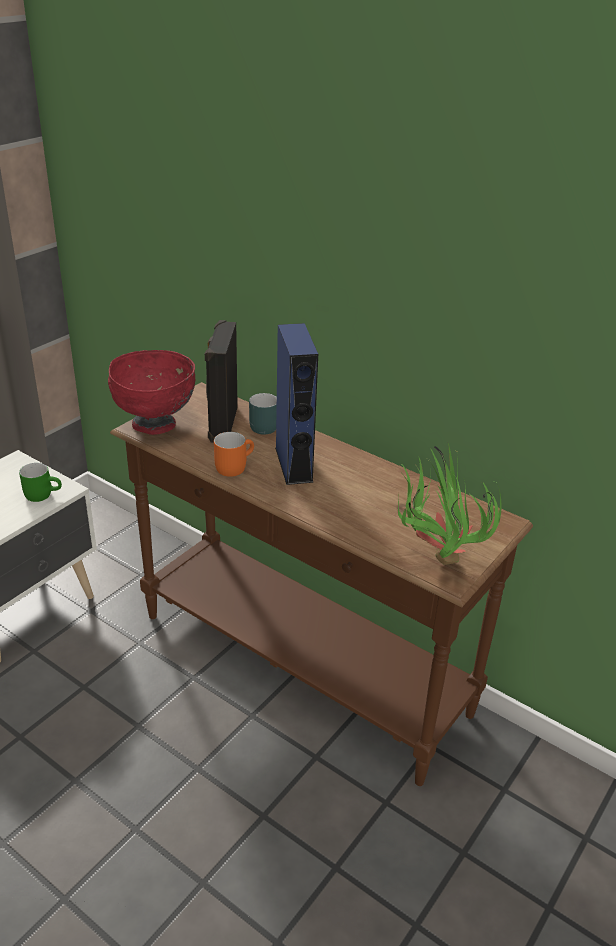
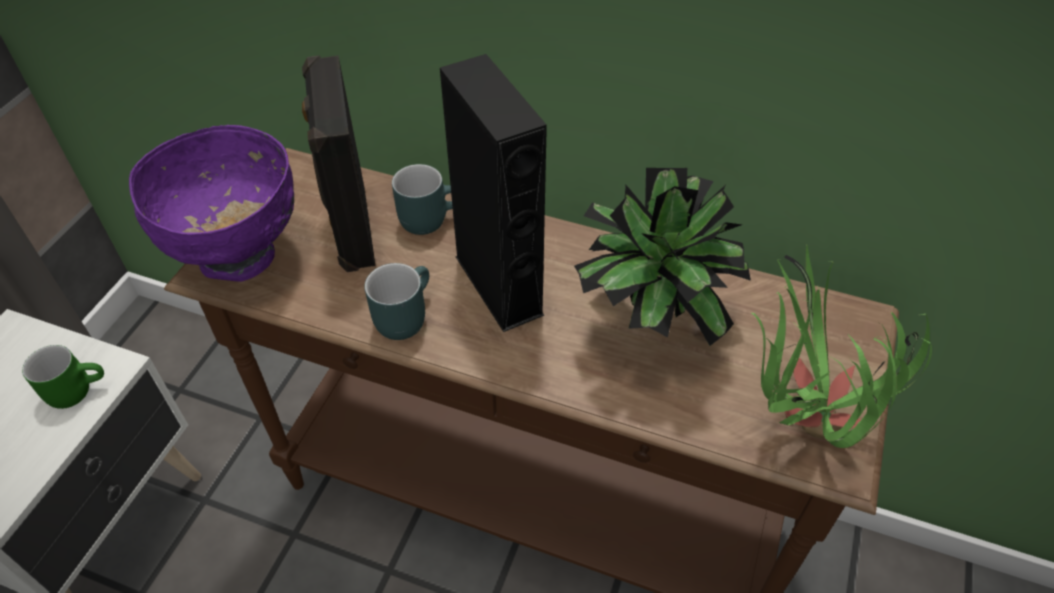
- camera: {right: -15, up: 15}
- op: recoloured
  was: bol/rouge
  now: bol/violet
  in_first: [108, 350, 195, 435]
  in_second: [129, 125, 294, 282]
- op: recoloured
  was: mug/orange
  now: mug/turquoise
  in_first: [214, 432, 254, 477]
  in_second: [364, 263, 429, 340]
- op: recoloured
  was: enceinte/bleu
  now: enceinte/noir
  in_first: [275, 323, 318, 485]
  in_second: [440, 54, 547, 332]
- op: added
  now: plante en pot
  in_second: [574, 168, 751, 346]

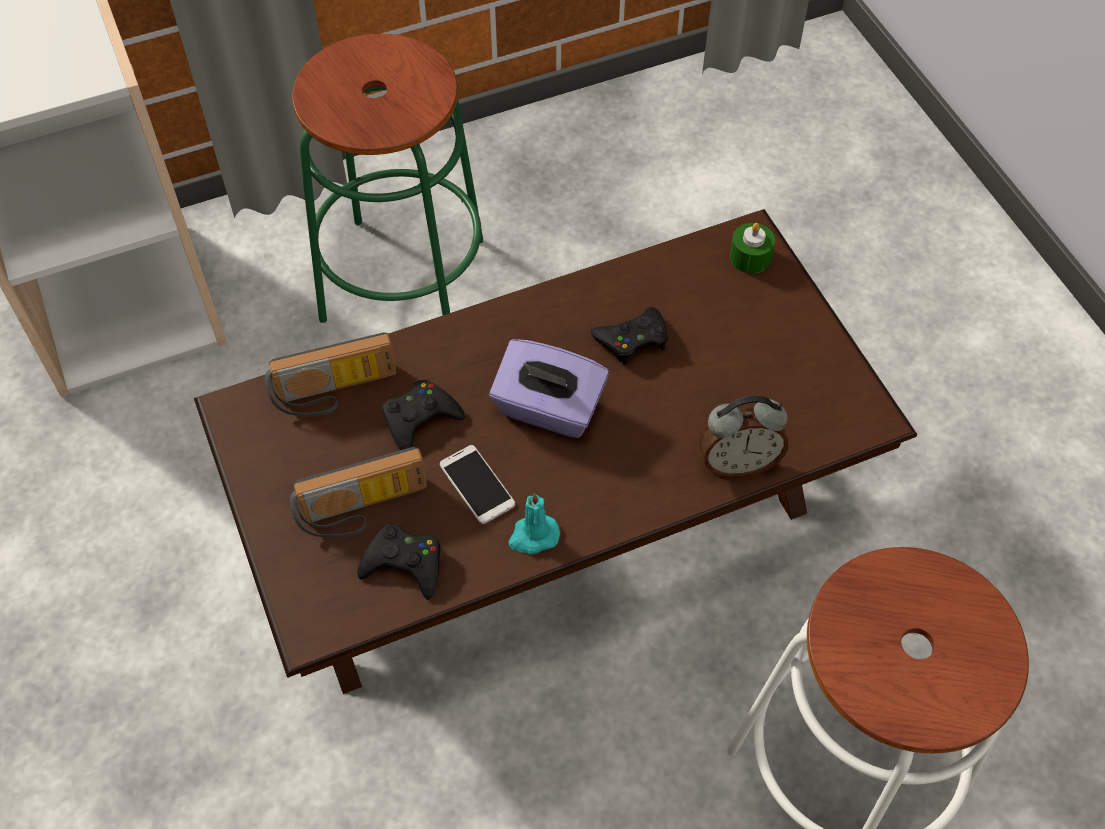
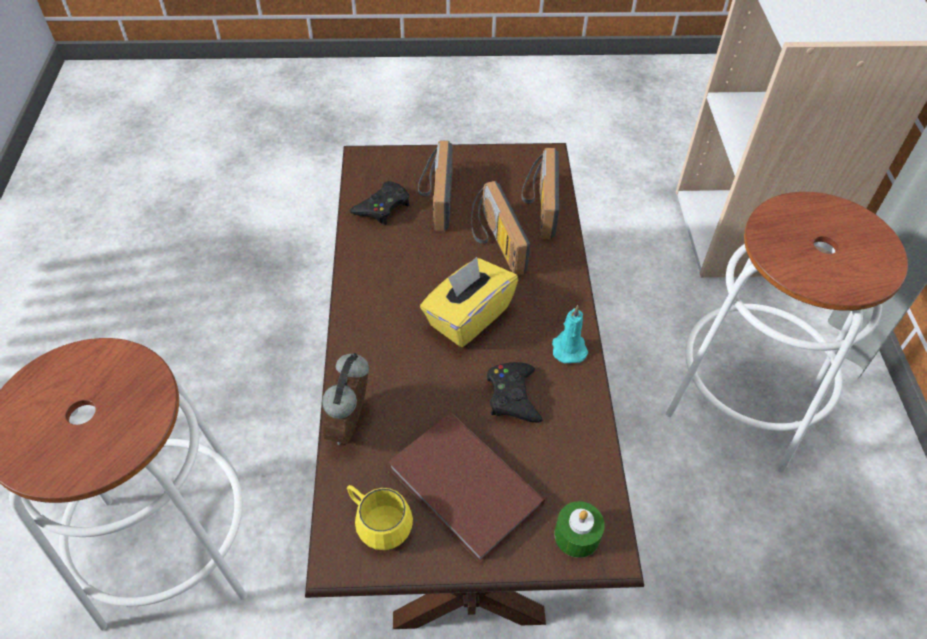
- camera: {right: 110, up: -5}
- op: recoloured
  was: tabouret/vert
  now: tabouret/blanc
  in_first: [292, 34, 483, 323]
  in_second: [666, 192, 908, 473]
- op: replaced
  was: manette/noir
  now: radio
  in_first: [382, 380, 465, 450]
  in_second: [471, 181, 530, 276]
- op: removed
  was: téléphone
  in_first: [440, 445, 515, 524]
- op: recoloured
  was: boîte à mouchoirs/violet
  now: boîte à mouchoirs/jaune
  in_first: [489, 339, 609, 438]
  in_second: [420, 257, 518, 347]
- op: moved
  was: bougie/turquoise
  in_first: [508, 492, 560, 554]
  in_second: [552, 305, 588, 363]
- op: added
  now: mug/jaune
  in_second: [347, 485, 413, 550]
- op: added
  now: livre/marron
  in_second: [388, 413, 545, 563]

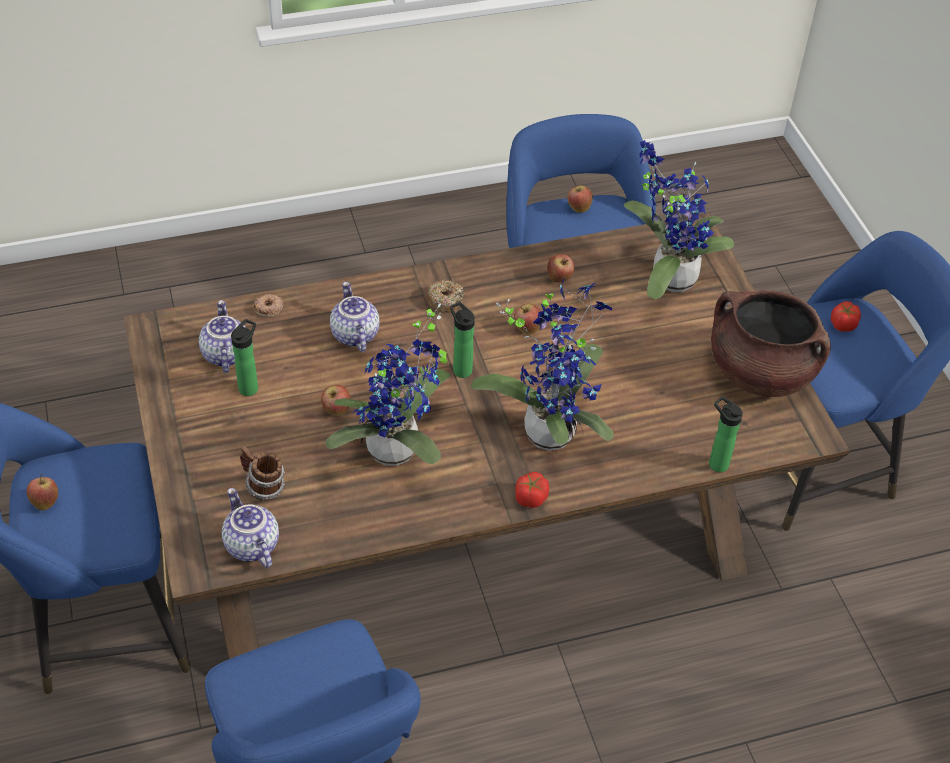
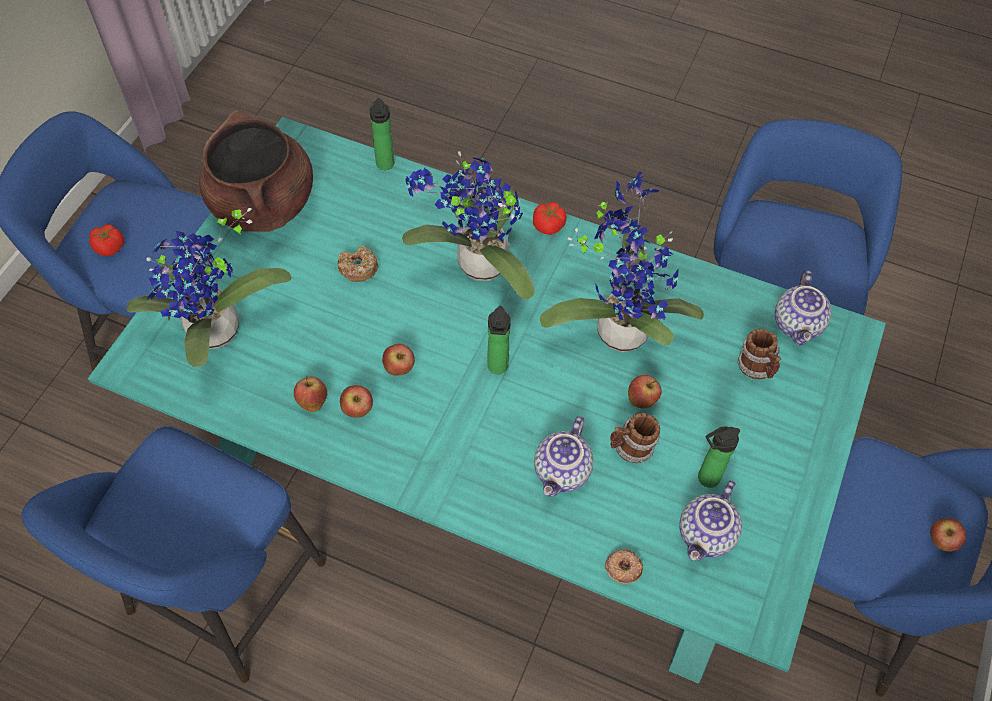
- camera: {right: -140, up: 10}
- op: recoloured
  was: table à manger/marron
  now: table à manger/turquoise
  in_first: [123, 213, 850, 660]
  in_second: [88, 117, 886, 683]
- op: moved
  was: beignet
  in_first: [427, 280, 465, 313]
  in_second: [337, 246, 379, 282]
- op: moved
  was: pomme
  in_first: [568, 185, 593, 213]
  in_second: [340, 385, 373, 418]
- op: added
  now: mug
  in_second: [610, 413, 660, 463]

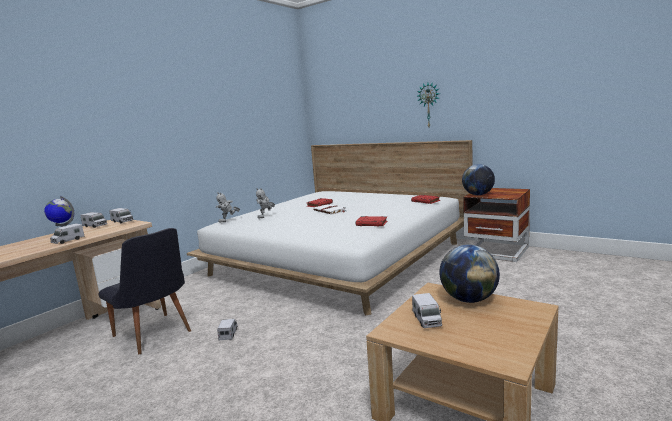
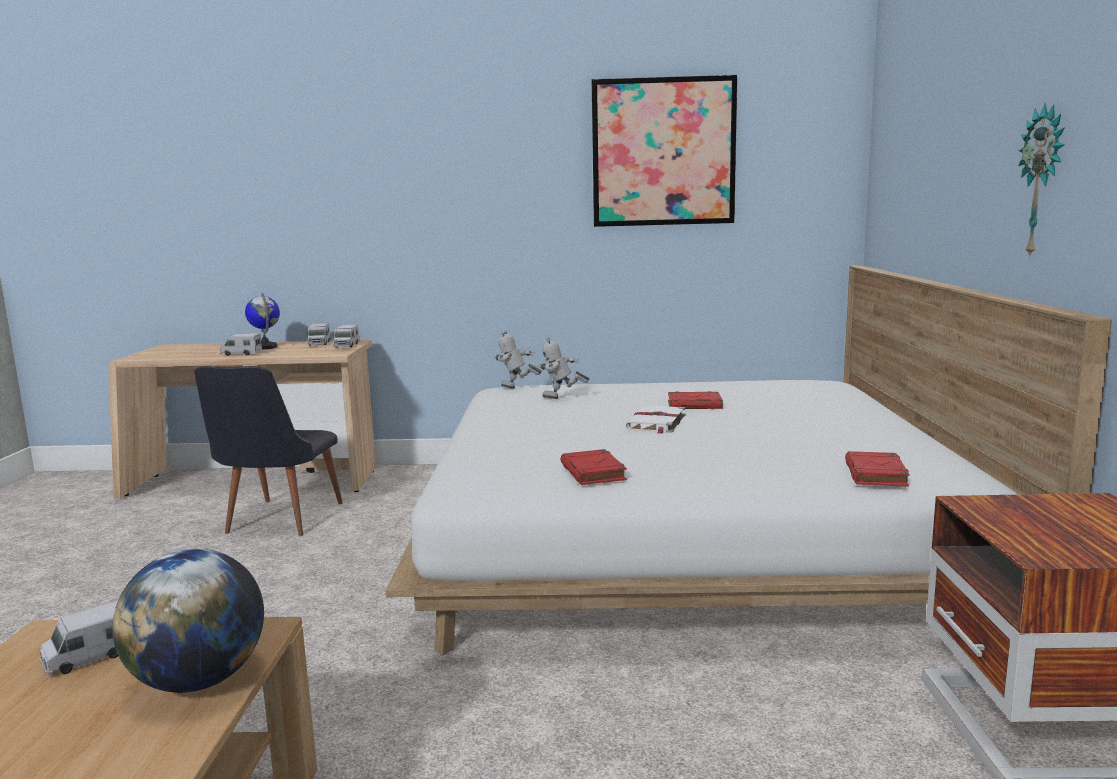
- camera: {right: 55, up: 0}
- op: removed
  was: camion jouet
  in_first: [217, 319, 238, 340]
- op: removed
  was: globe
  in_first: [462, 164, 495, 195]
- op: added
  now: tableau
  in_second: [592, 75, 737, 227]

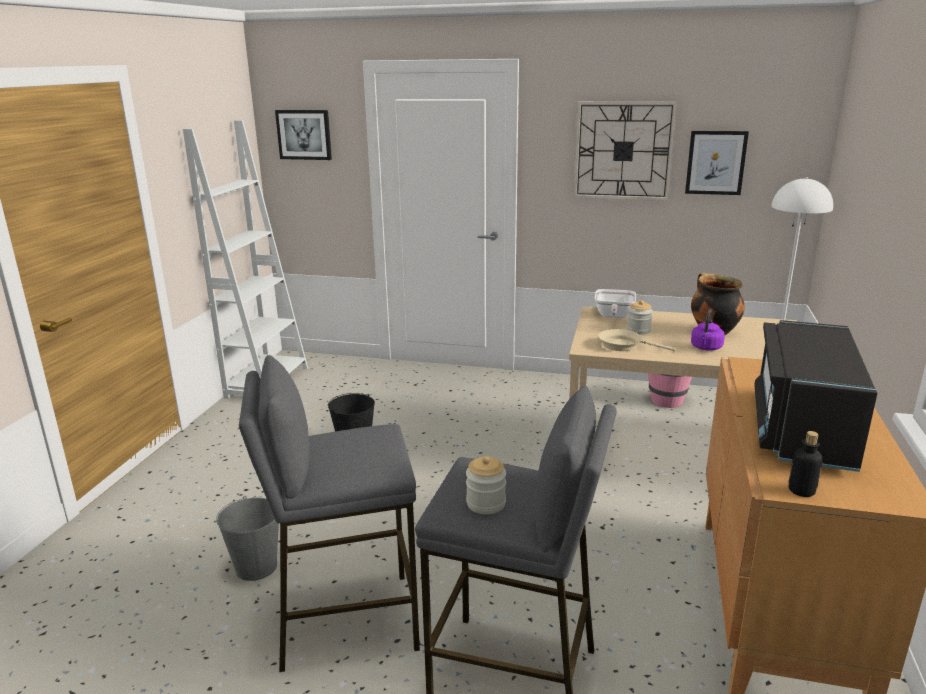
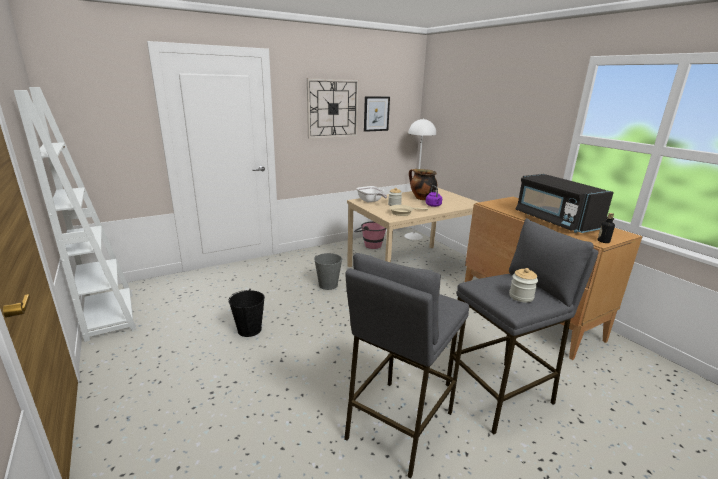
- camera: {right: -45, up: 0}
- op: moved
  was: seau/gris
  in_first: [216, 496, 279, 581]
  in_second: [314, 253, 342, 290]
- op: removed
  was: tableau
  in_first: [275, 110, 332, 160]

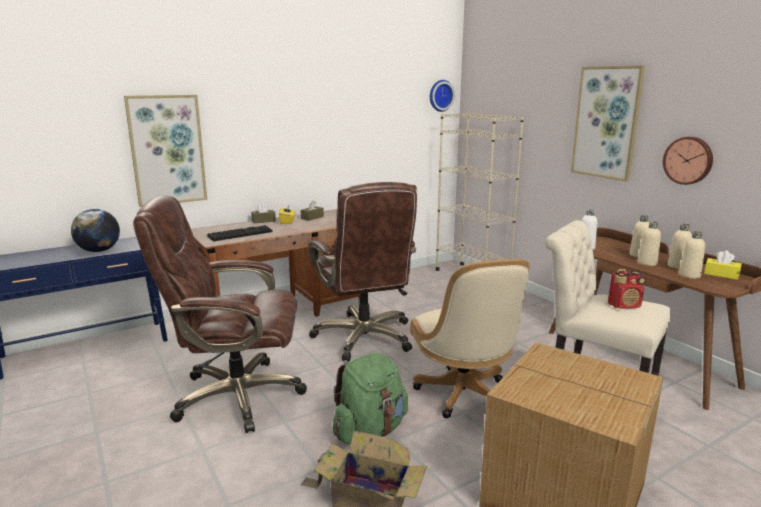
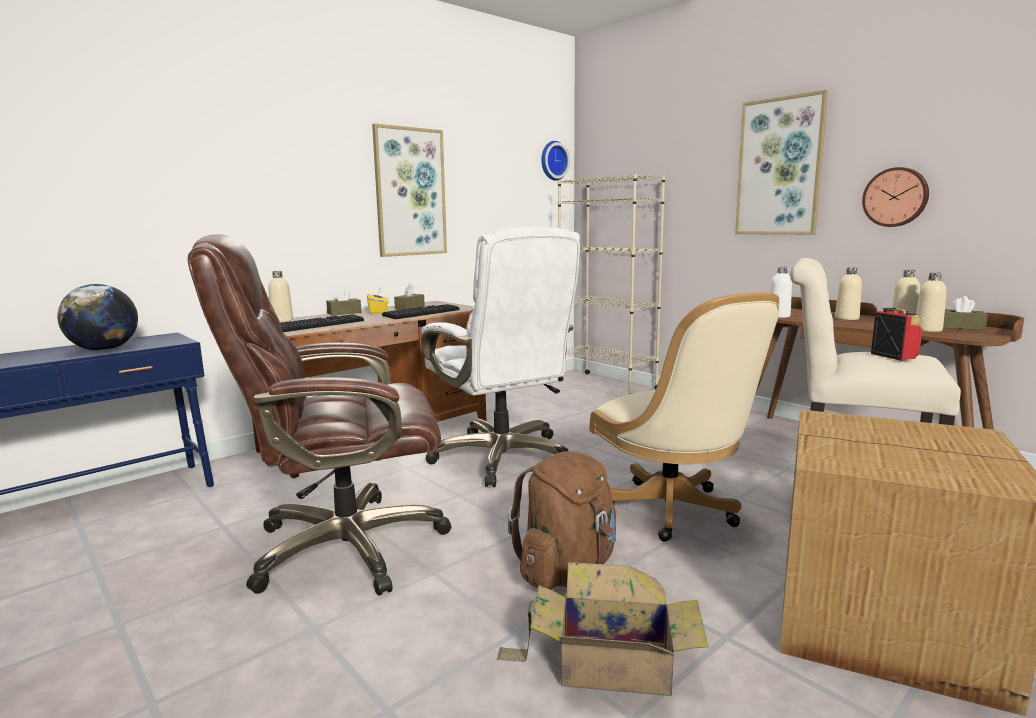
- camera: {right: -10, up: -5}
- op: moved
  was: tableau
  in_first: [124, 95, 207, 207]
  in_second: [372, 124, 447, 257]
- op: recoloured
  was: chaise de bureau/marron
  now: chaise de bureau/blanc
  in_first: [309, 182, 417, 362]
  in_second: [421, 226, 580, 487]
- op: recoloured
  was: sac à dos/vert
  now: sac à dos/marron
  in_first: [333, 353, 408, 444]
  in_second: [508, 451, 616, 590]
- op: turned
  was: radio
  in_first: [608, 269, 646, 309]
  in_second: [871, 308, 923, 361]
  clockwise: -90
- op: moved
  was: bouteille/beige
  in_first: [638, 221, 661, 266]
  in_second: [268, 271, 293, 322]
- op: recoloured
  was: boîte à mouchoirs/jaune
  now: boîte à mouchoirs/marron
  in_first: [704, 250, 742, 280]
  in_second: [943, 296, 988, 330]
- op: added
  now: clavier
  in_second: [382, 304, 459, 319]

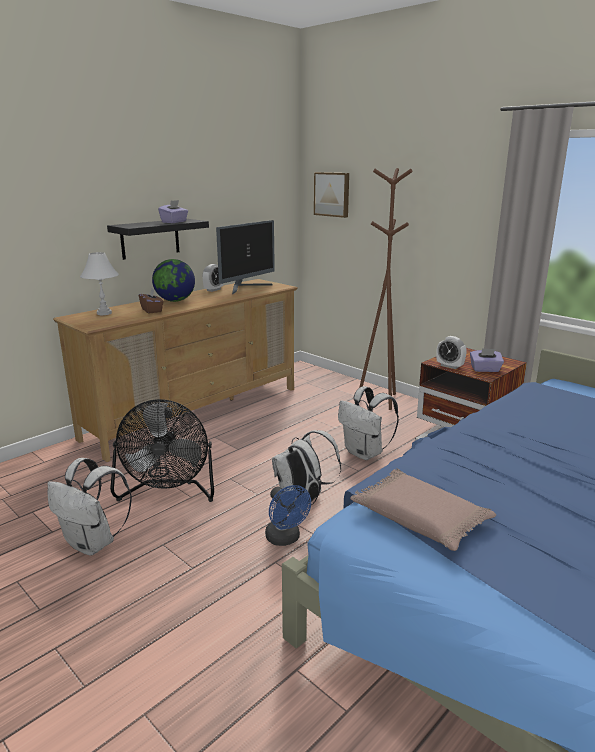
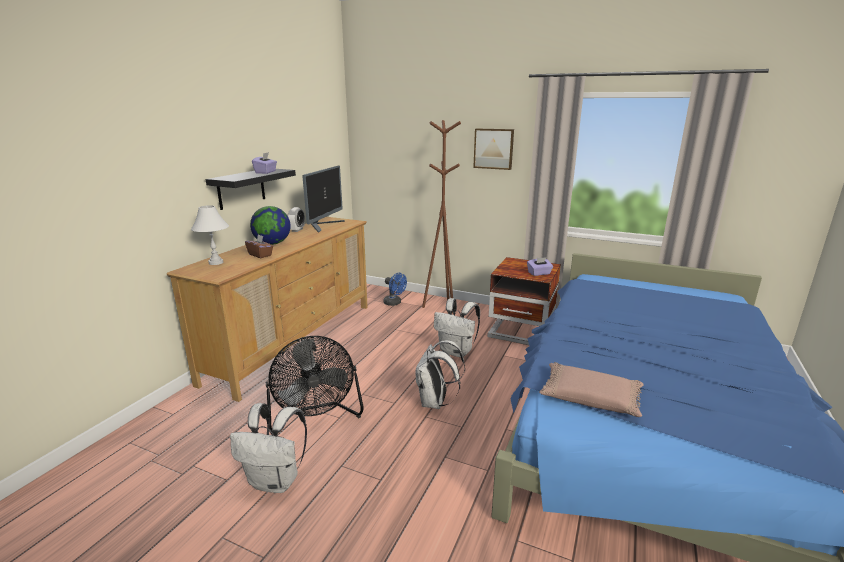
- camera: {right: -20, up: 0}
- op: moved
  was: ventilateur/bleu
  in_first: [265, 485, 311, 546]
  in_second: [383, 273, 407, 306]
- op: moved
  was: tableau
  in_first: [314, 172, 349, 218]
  in_second: [473, 128, 514, 170]
- op: removed
  was: réveil
  in_first: [436, 336, 466, 369]

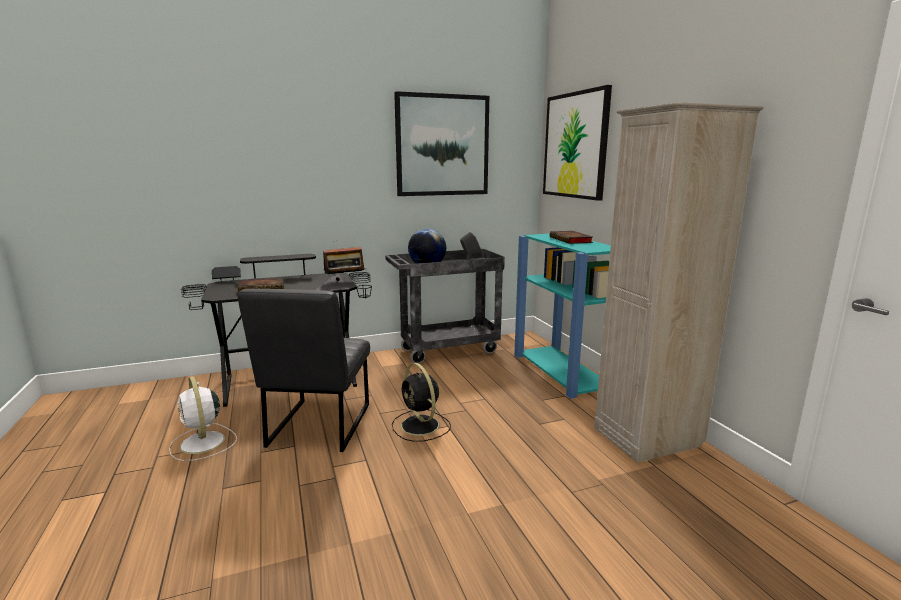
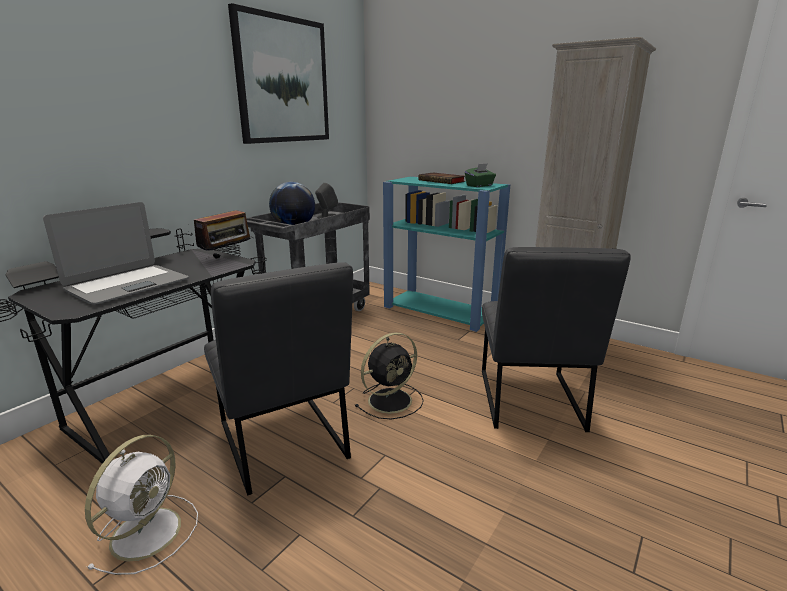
- camera: {right: -35, up: 5}
- op: turned
  was: ventilateur/blanc
  in_first: [169, 376, 237, 461]
  in_second: [85, 435, 198, 575]
  clockwise: -90
- op: replaced
  was: livre
  now: ordinateur portable
  in_first: [238, 278, 284, 292]
  in_second: [43, 202, 189, 305]
- op: turned
  was: ventilateur/noir
  in_first: [392, 363, 451, 442]
  in_second: [355, 332, 424, 420]
  clockwise: -60
- op: removed
  was: tableau
  in_first: [543, 85, 612, 201]
- op: added
  now: boîte à mouchoirs/vert
  in_second: [465, 164, 496, 187]
- op: added
  now: chaise/gris
  in_second: [482, 247, 631, 432]

